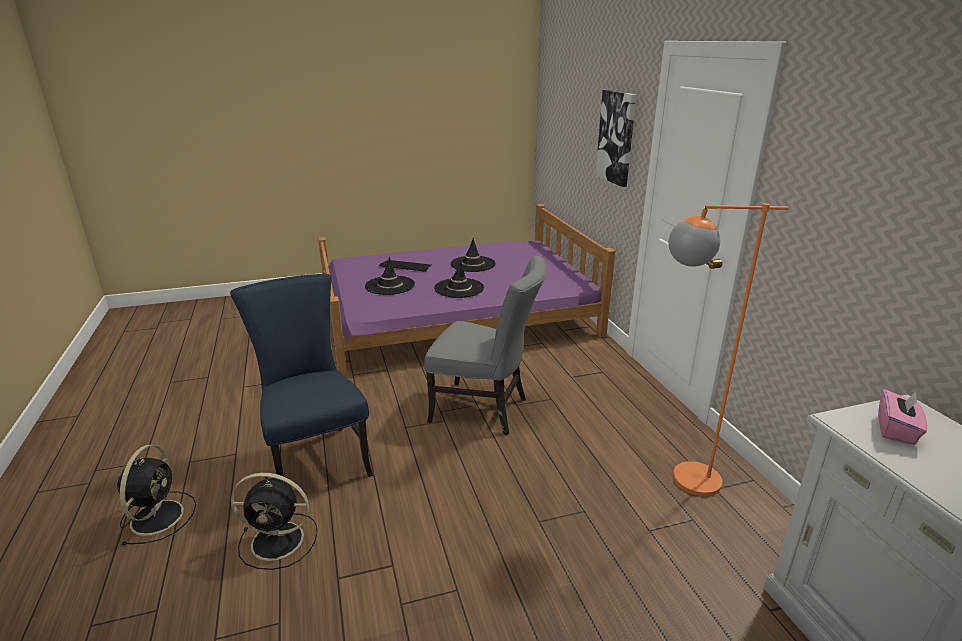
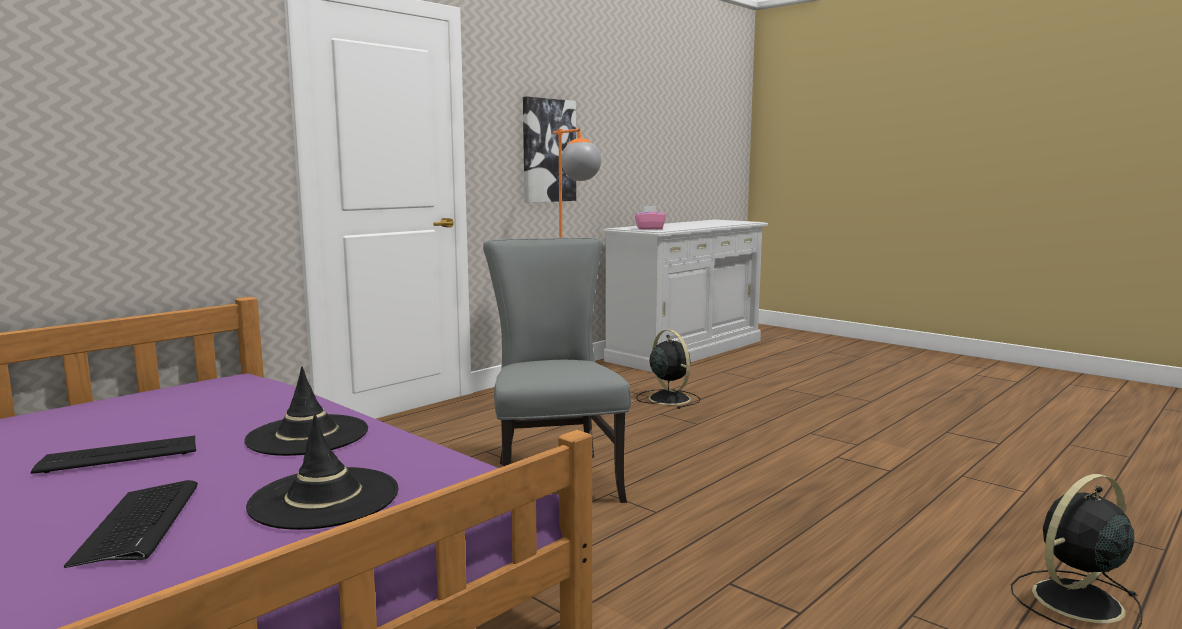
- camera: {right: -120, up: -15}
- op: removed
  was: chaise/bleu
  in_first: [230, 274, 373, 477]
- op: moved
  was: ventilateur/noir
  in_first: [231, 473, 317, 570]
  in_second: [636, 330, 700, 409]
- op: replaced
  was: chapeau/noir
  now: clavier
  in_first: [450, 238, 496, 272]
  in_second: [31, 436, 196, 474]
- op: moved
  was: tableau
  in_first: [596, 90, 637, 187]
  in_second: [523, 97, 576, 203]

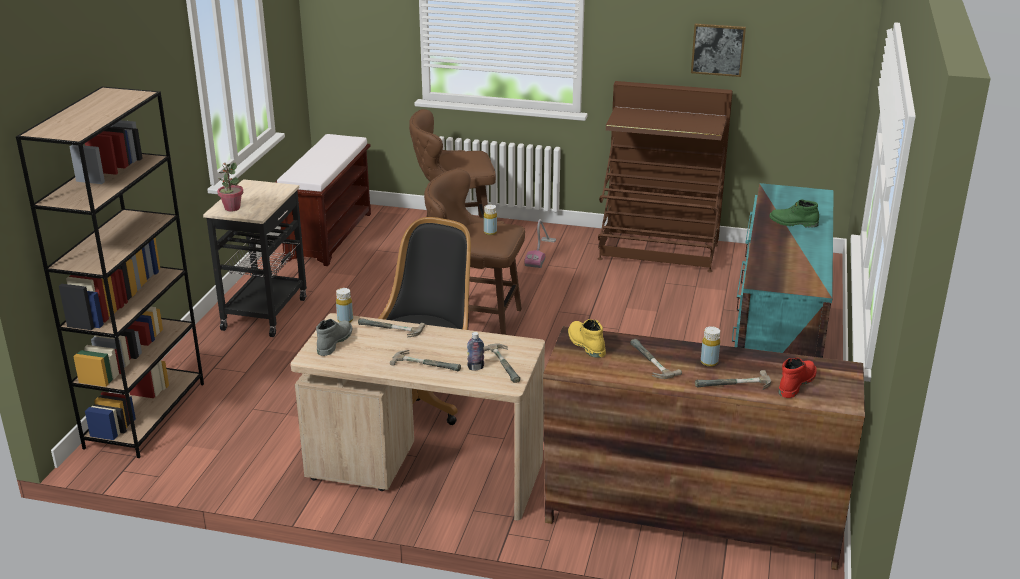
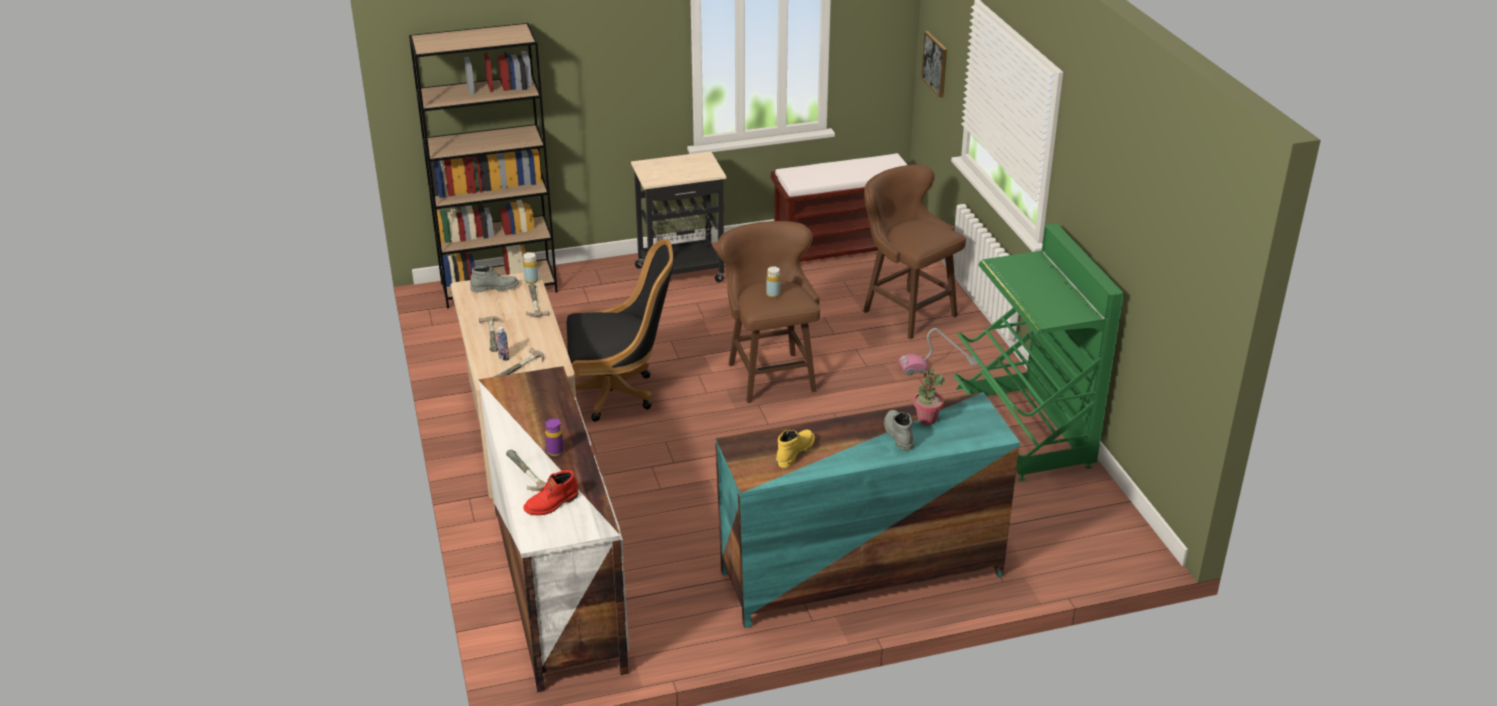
- camera: {right: 60, up: 5}
- op: moved
  was: plante en pot
  in_first: [217, 162, 243, 211]
  in_second: [913, 369, 945, 425]
- op: recoloured
  was: meuble de rangement/marron
  now: meuble de rangement/blanc
  in_first: [543, 326, 865, 570]
  in_second: [478, 366, 629, 692]
- op: moved
  was: botte/jaune
  in_first: [568, 319, 606, 358]
  in_second: [776, 430, 815, 468]
- op: recoloured
  was: étagère à chaussures/marron
  now: étagère à chaussures/vert
  in_first: [598, 81, 733, 272]
  in_second: [954, 223, 1124, 481]
- op: removed
  was: marteau
  in_first: [630, 339, 682, 379]
- op: moved
  was: tableau
  in_first: [691, 24, 746, 77]
  in_second: [921, 31, 947, 98]
- op: recoloured
  was: bouteille/jaune
  now: bouteille/violet
  in_first: [701, 326, 720, 367]
  in_second: [545, 419, 564, 456]
- op: recoloured
  was: botte/vert
  now: botte/gris
  in_first: [769, 199, 819, 228]
  in_second: [884, 410, 914, 451]
- op: turned
  was: botte/rouge
  in_first: [779, 358, 817, 398]
  in_second: [523, 470, 578, 515]
  clockwise: 135

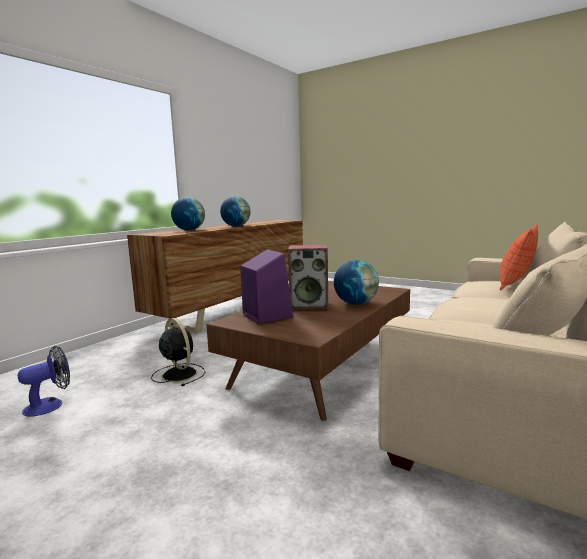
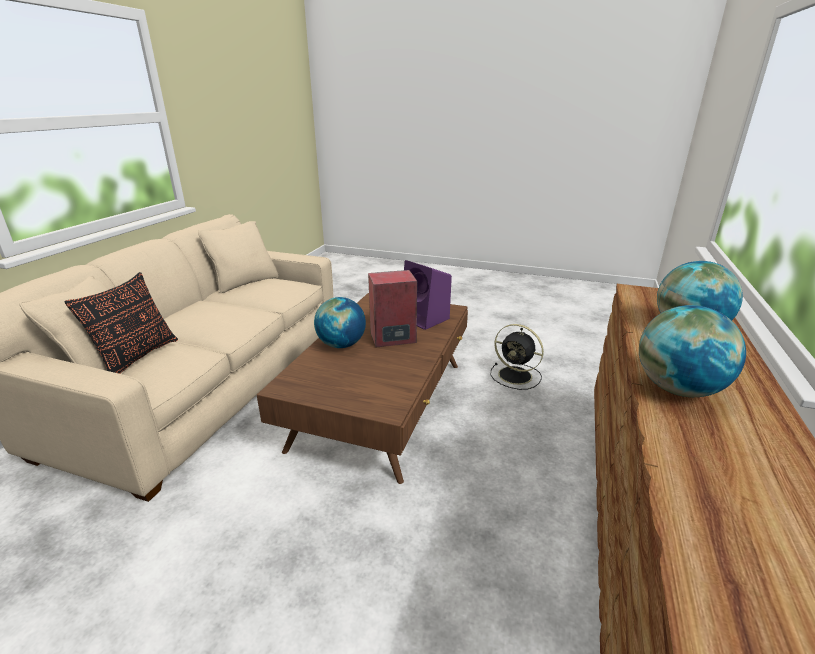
- camera: {right: 165, up: 15}
- op: removed
  was: ventilateur
  in_first: [18, 346, 70, 417]
- op: recoloured
  was: coussin/orange
  now: coussin/noir
  in_first: [500, 224, 538, 290]
  in_second: [65, 272, 178, 374]

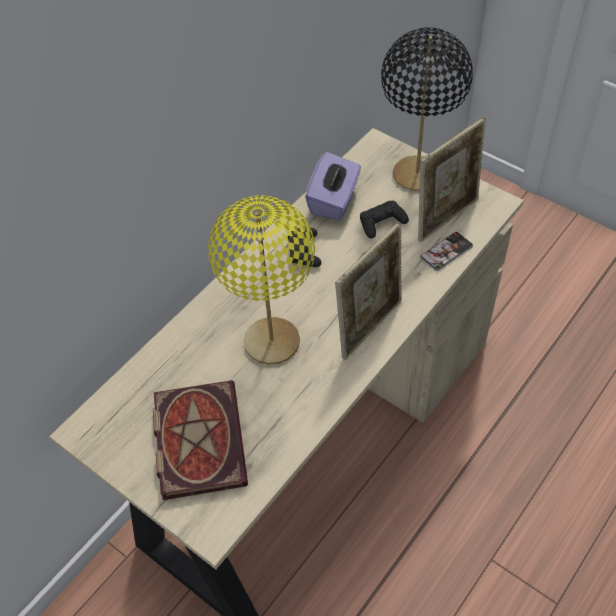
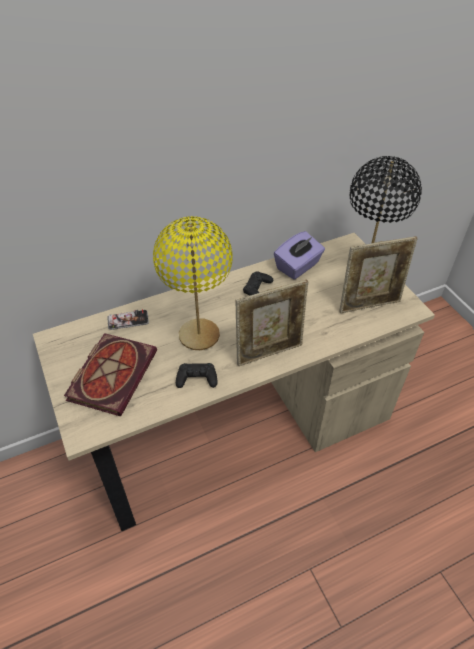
- camera: {right: 25, up: -5}
- op: moved
  was: manette/noir
  in_first: [360, 201, 409, 238]
  in_second: [176, 363, 217, 388]
- op: moved
  was: téléphone
  in_first: [420, 232, 473, 271]
  in_second: [107, 309, 149, 330]

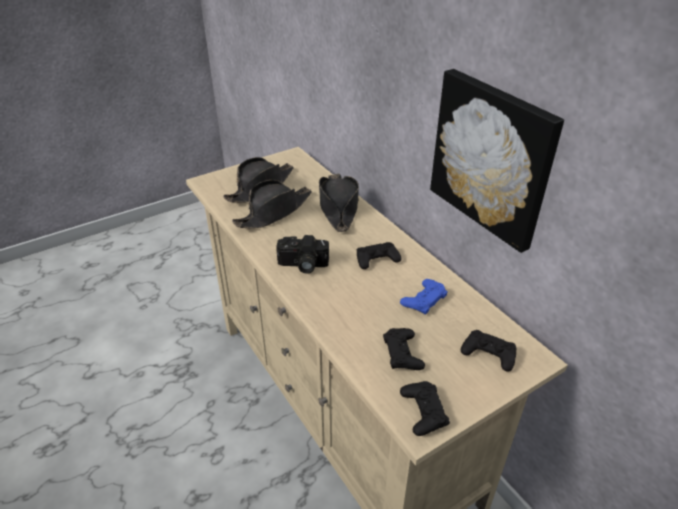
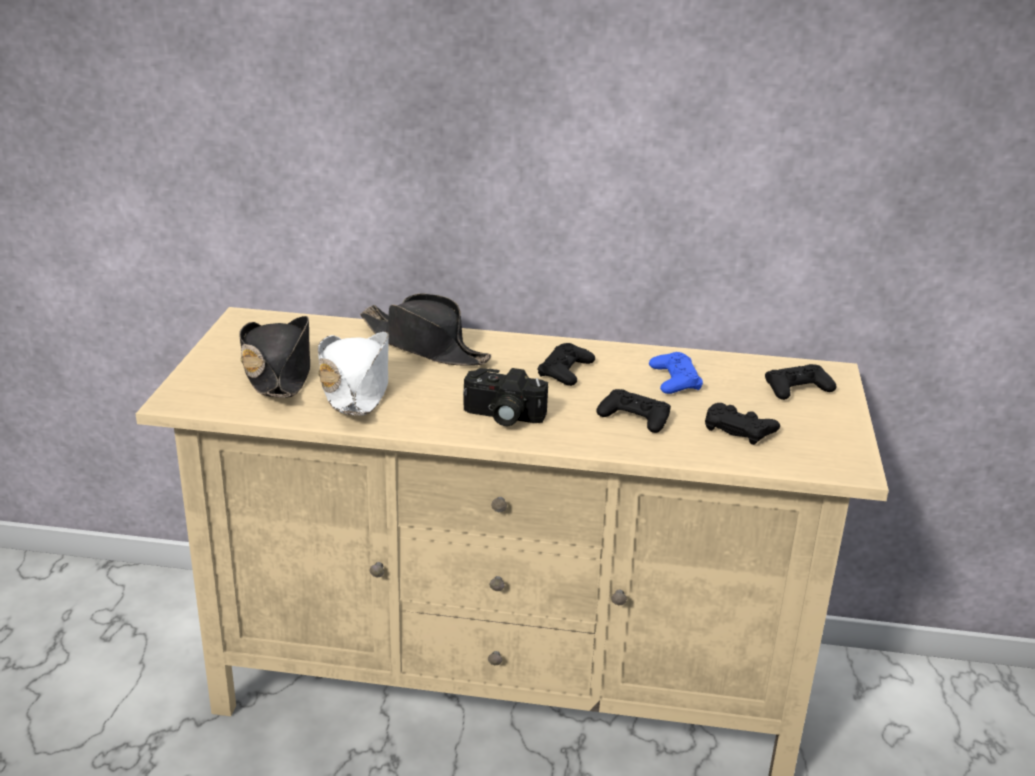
- camera: {right: -50, up: -10}
- op: recoloured
  was: chapeau/noir
  now: chapeau/blanc
  in_first: [232, 180, 312, 228]
  in_second: [318, 332, 389, 416]
- op: turned
  was: appareil photo
  in_first: [276, 235, 329, 274]
  in_second: [463, 368, 548, 426]
  clockwise: 60
- op: moved
  was: manette/noir
  in_first: [400, 381, 450, 436]
  in_second: [596, 389, 671, 433]
- op: removed
  was: tableau
  in_first: [430, 69, 564, 253]

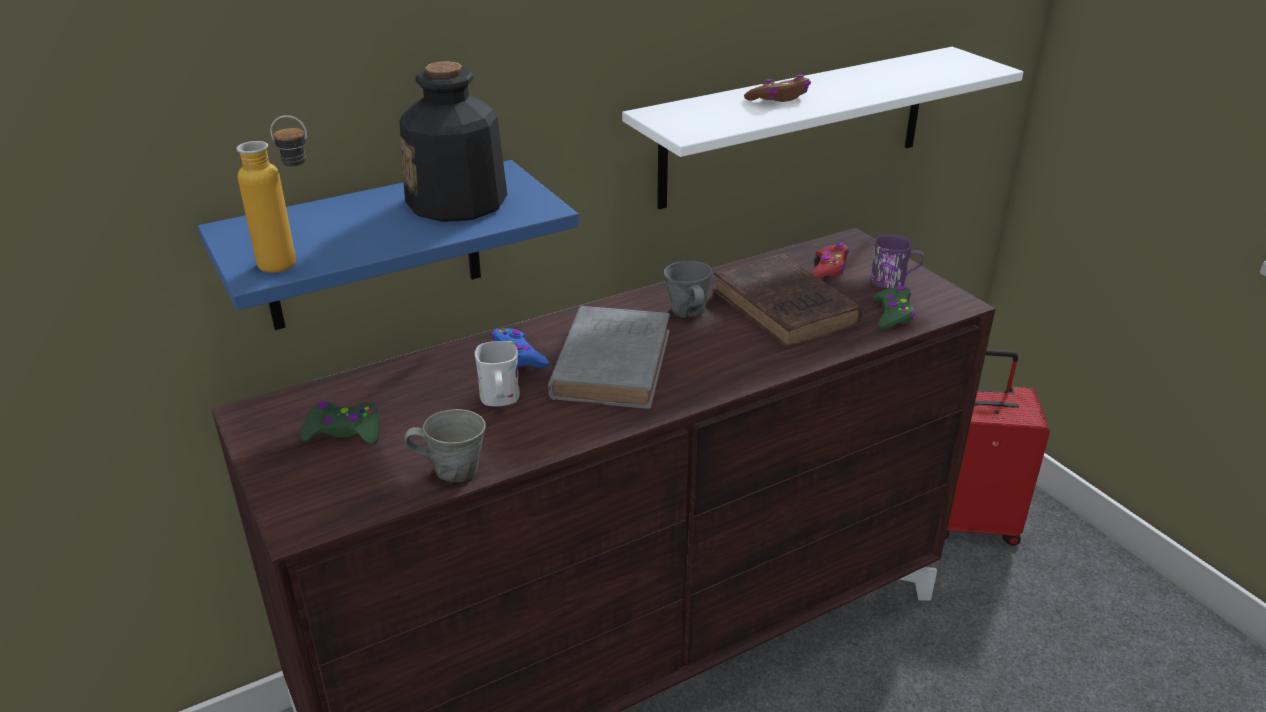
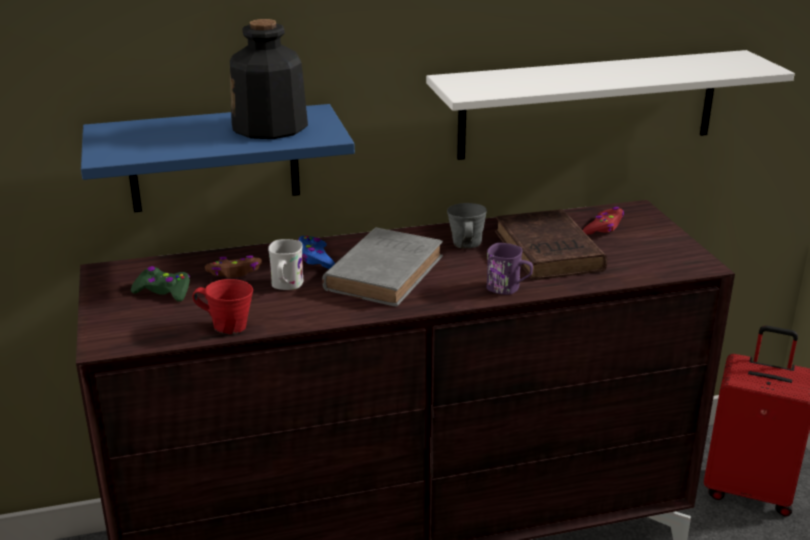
- camera: {right: 15, up: -5}
- op: removed
  was: bouteille
  in_first: [237, 115, 307, 273]
- op: recoloured
  was: mug/gris
  now: mug/rouge
  in_first: [404, 409, 486, 483]
  in_second: [192, 279, 253, 334]
- op: moved
  was: manette/marron
  in_first: [744, 75, 811, 102]
  in_second: [205, 255, 262, 278]
- op: moved
  was: mug/violet
  in_first: [871, 234, 924, 289]
  in_second: [487, 243, 533, 295]
- op: removed
  was: manette/vert
  in_first: [873, 286, 915, 329]

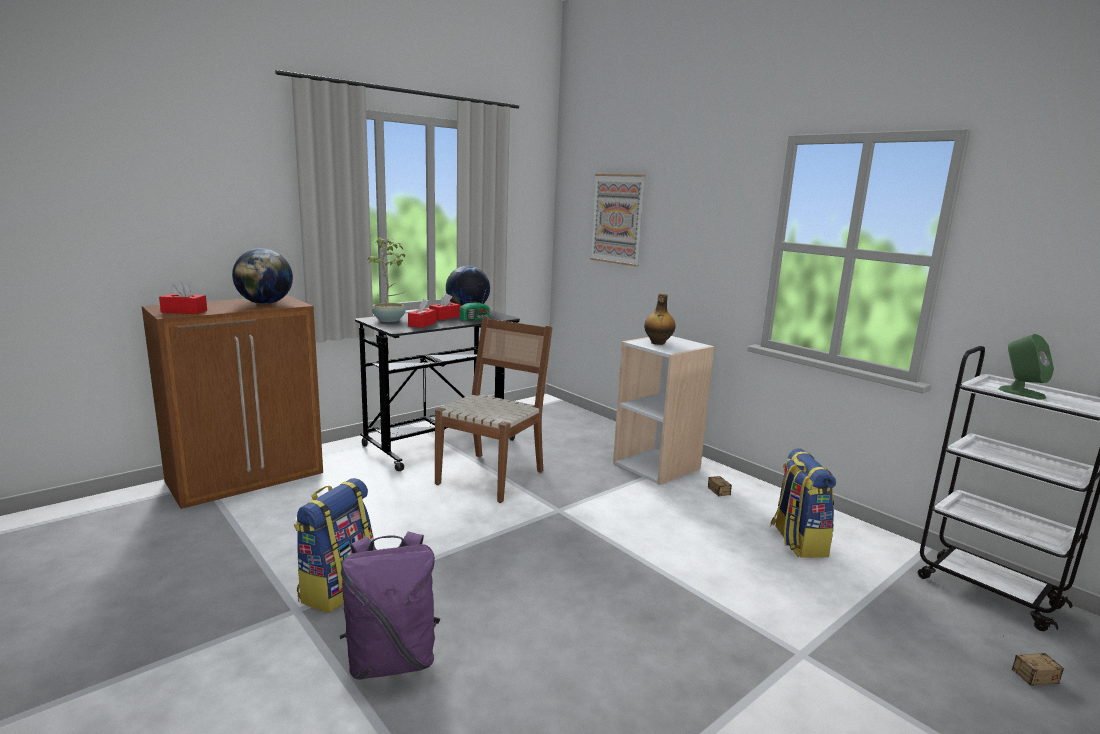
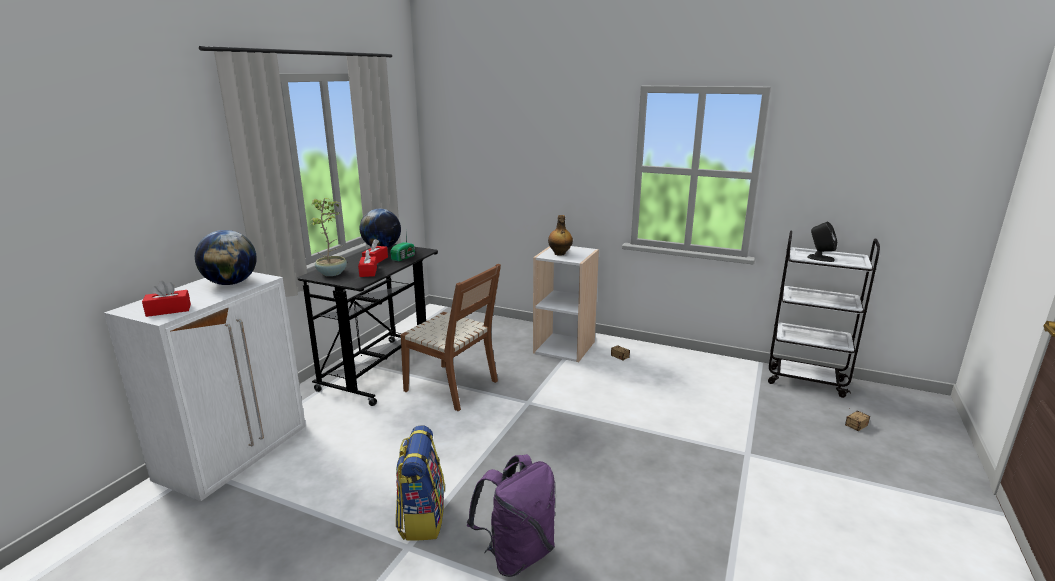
- camera: {right: -25, up: 5}
- op: recoloured
  was: meuble de rangement/marron
  now: meuble de rangement/blanc
  in_first: [141, 295, 323, 509]
  in_second: [104, 272, 306, 501]
- op: turned
  was: chaise
  in_first: [435, 317, 552, 503]
  in_second: [400, 263, 501, 411]
  clockwise: 120
- op: removed
  was: tableau
  in_first: [590, 174, 645, 267]
- op: removed
  was: sac à dos
  in_first: [770, 448, 836, 558]
- op: recoloured
  was: enceinte/vert
  now: enceinte/noir
  in_first: [998, 334, 1054, 399]
  in_second: [807, 222, 837, 262]

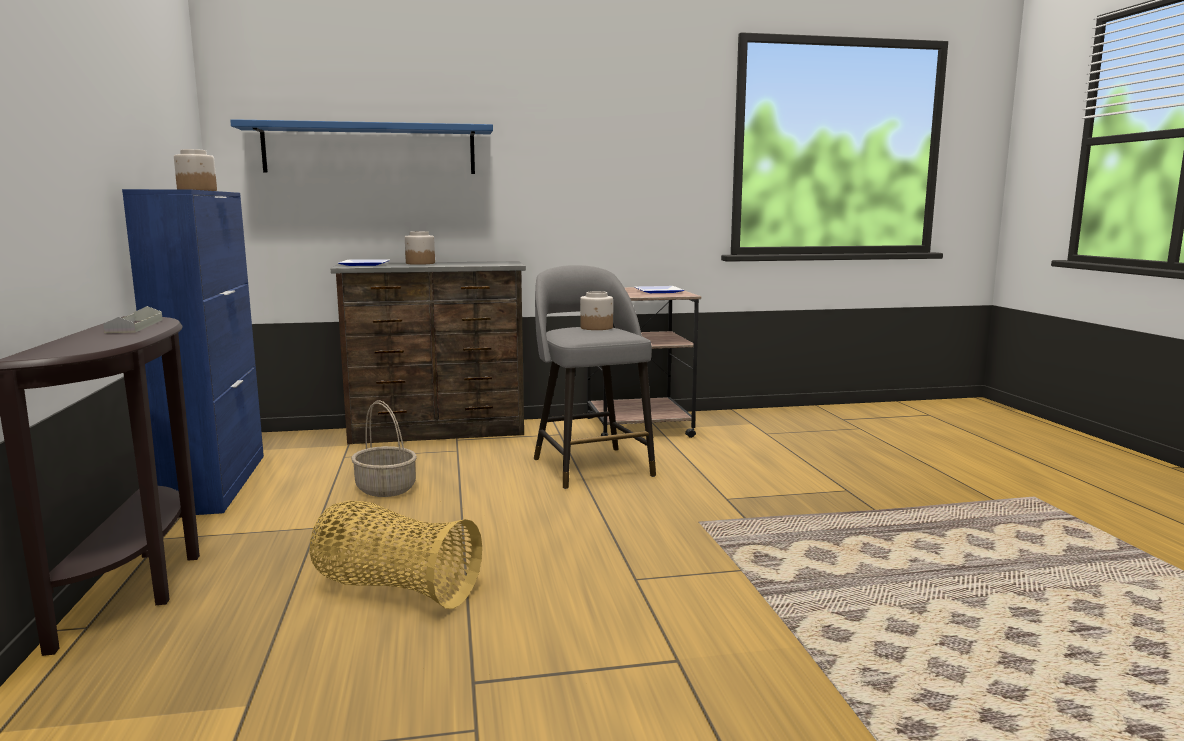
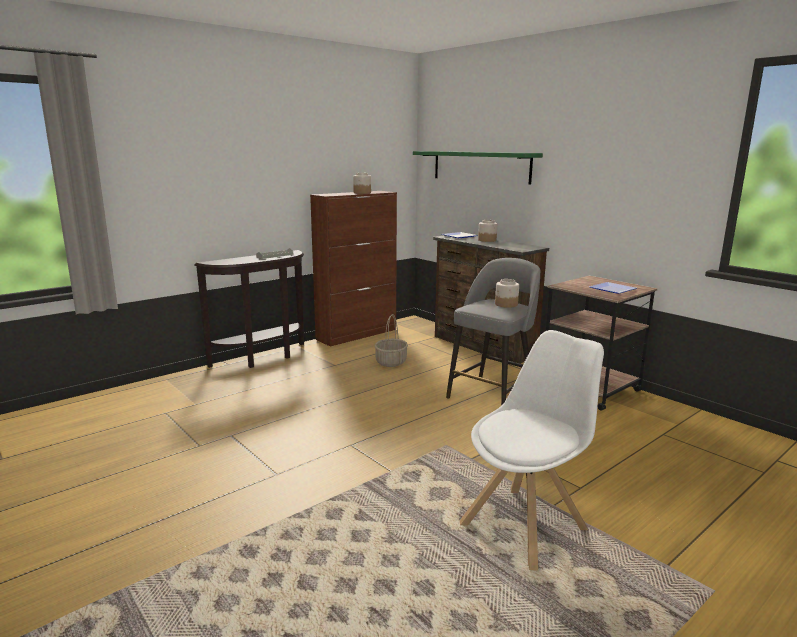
- camera: {right: 60, up: 5}
- op: recoloured
  was: meuble de rangement/bleu
  now: meuble de rangement/marron
  in_first: [122, 189, 264, 515]
  in_second: [310, 191, 397, 346]
- op: recoloured
  was: étagère/bleu
  now: étagère/vert
  in_first: [230, 119, 493, 174]
  in_second: [413, 151, 543, 185]
- op: removed
  was: panier
  in_first: [310, 501, 482, 609]
- op: added
  now: chaise/blanc
  in_second: [460, 330, 604, 571]

